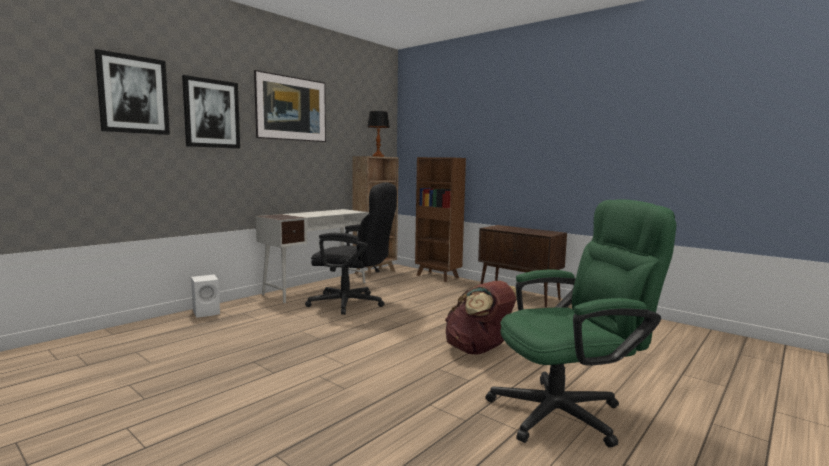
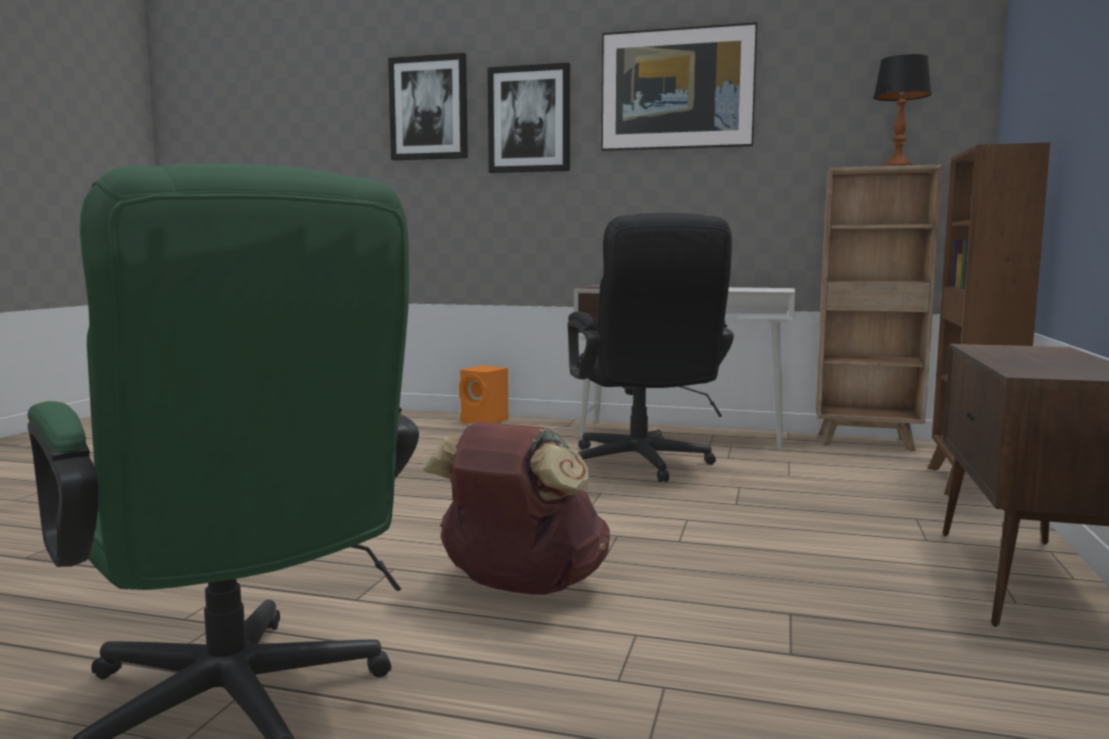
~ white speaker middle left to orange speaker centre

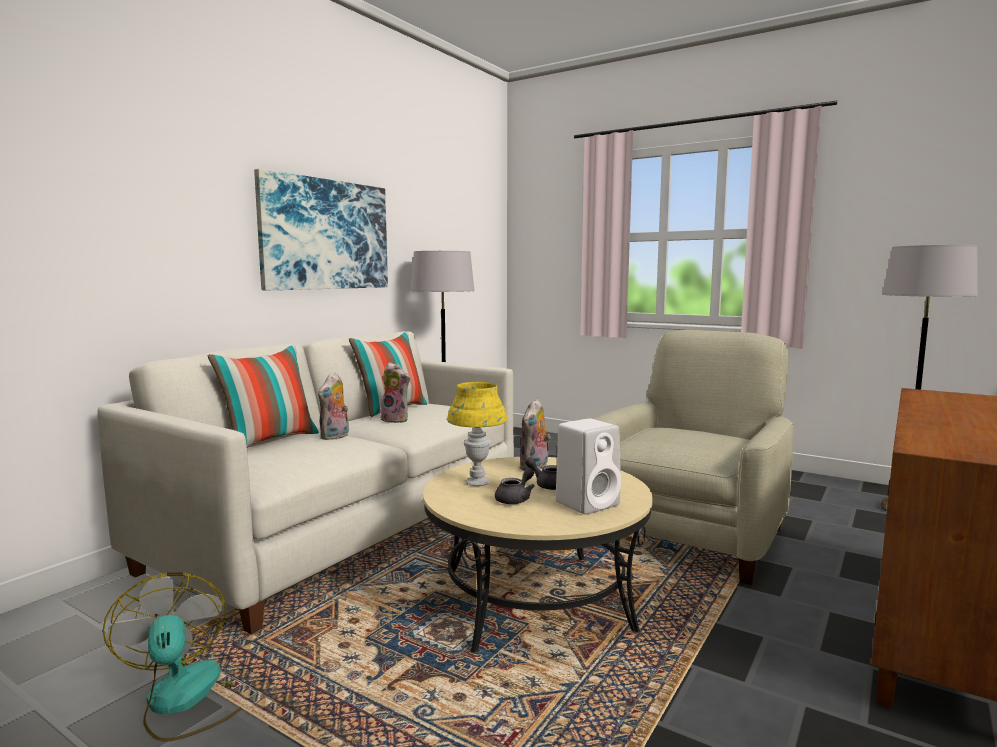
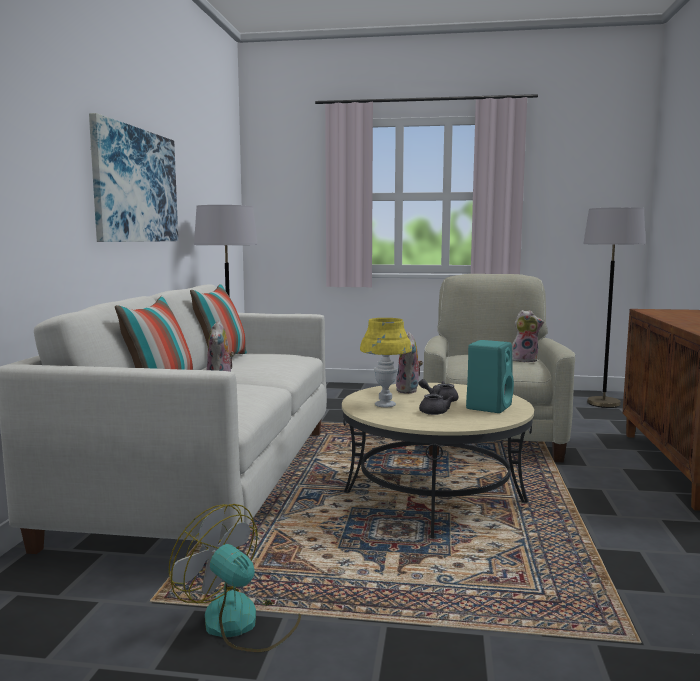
~ plush toy (2nd from left in the first image) centre to plush toy (3rd from left) middle right
~ white speaker centre to turquoise speaker middle right

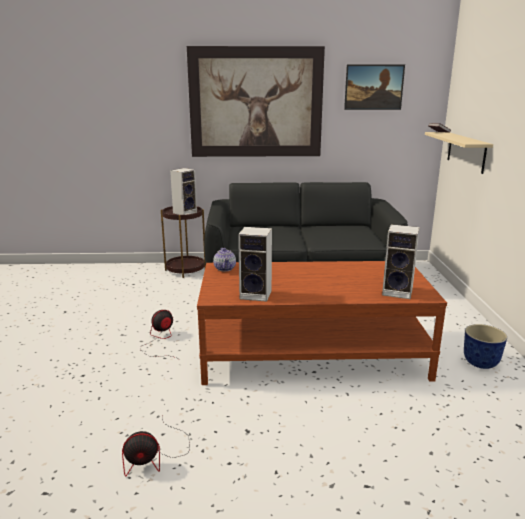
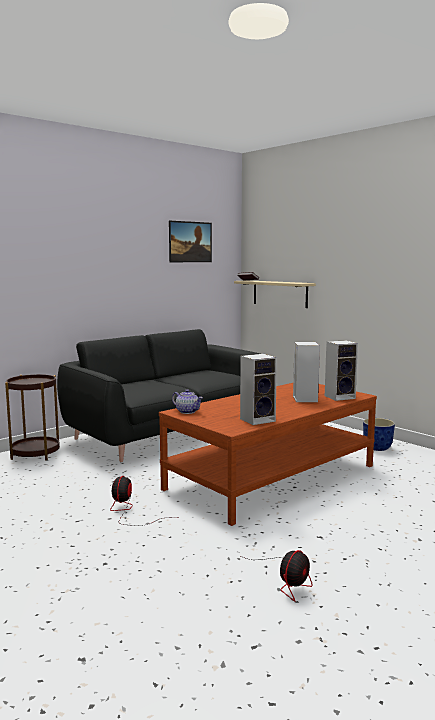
- picture (1st from left) top centre
~ speaker (1st from left in the first image) centre to speaker (2nd from left) middle right

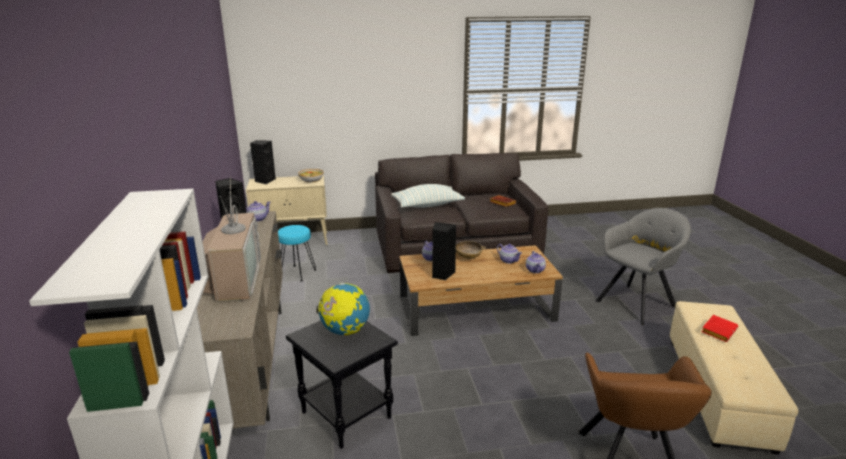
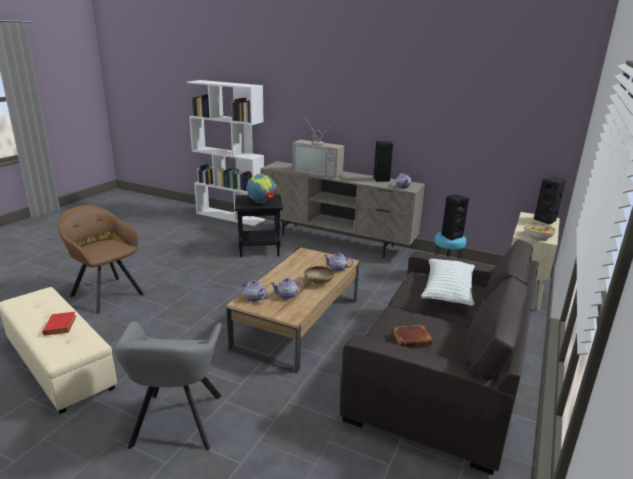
~ black speaker (3rd from left in the first image) centre to black speaker (2nd from left) middle right

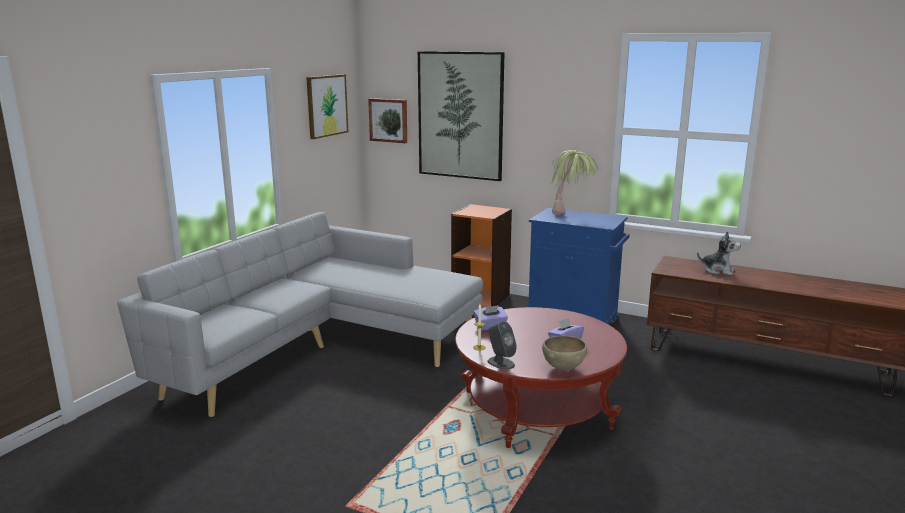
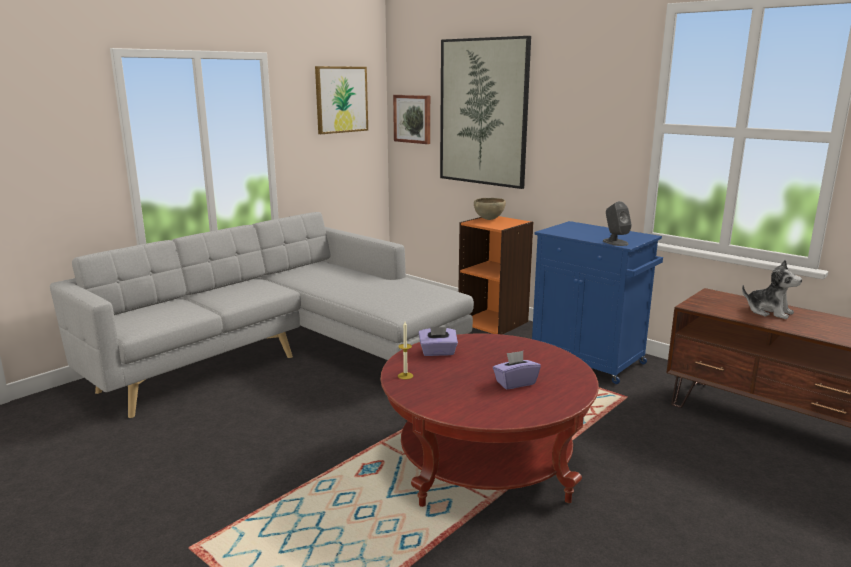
- potted plant centre
~ grey speaker bottom centre to middle right
~ brown bowl bottom centre to centre

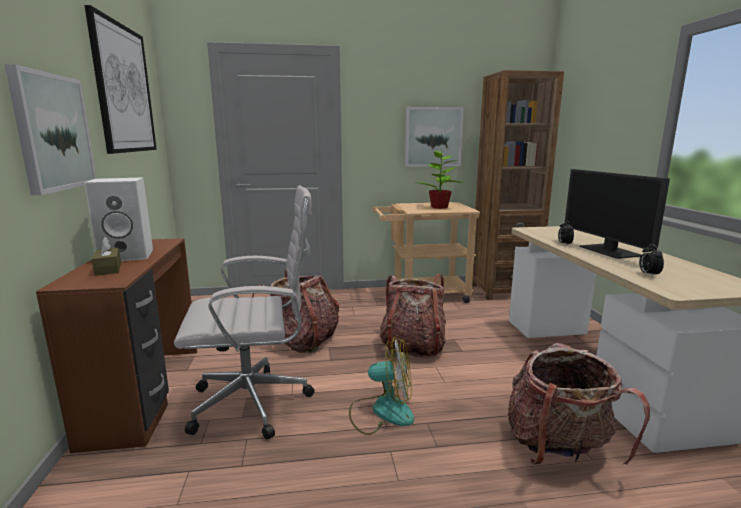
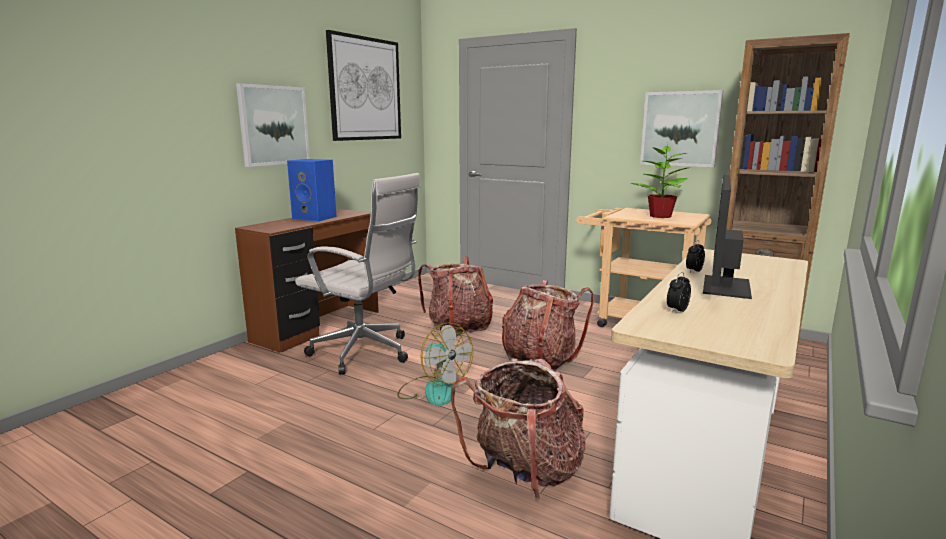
- brown tissue box middle left
~ white speaker middle left to blue speaker middle left

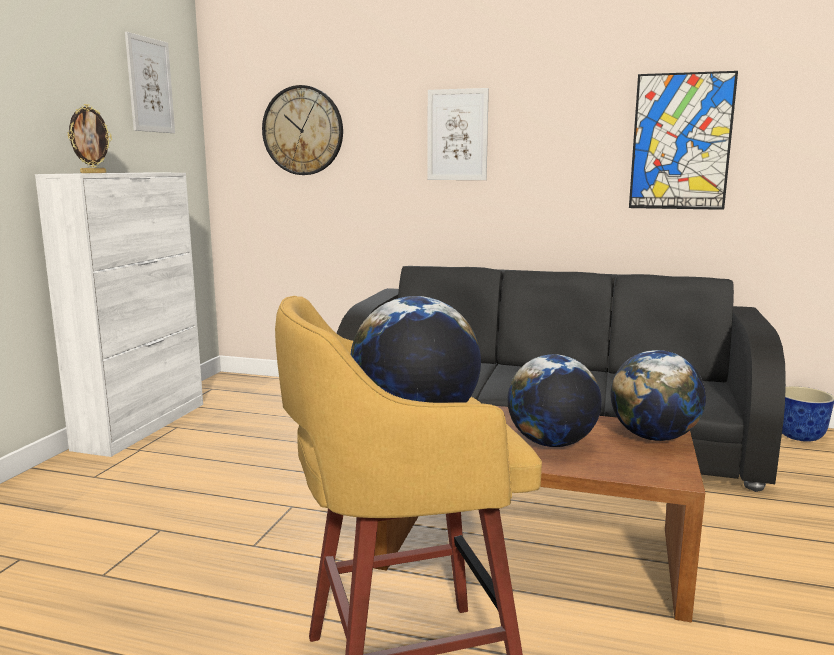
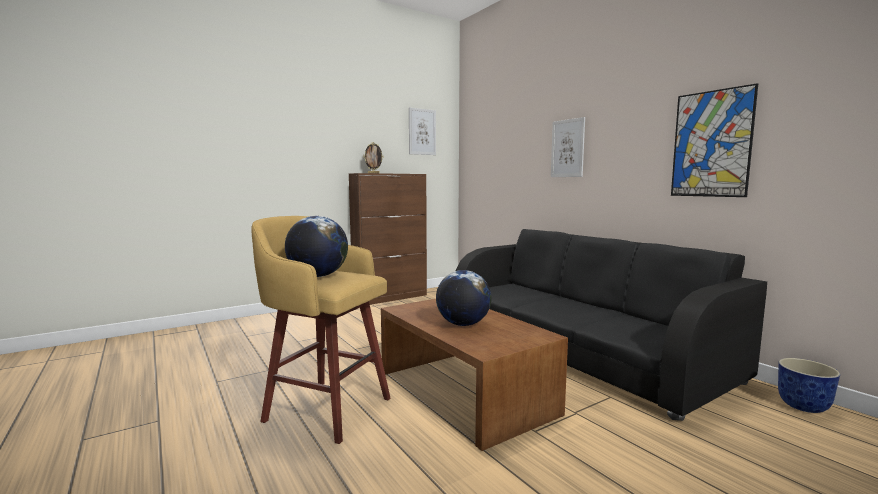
- wall clock top centre
- globe (3rd from left) middle right
~ white cabinet middle left to brown cabinet centre

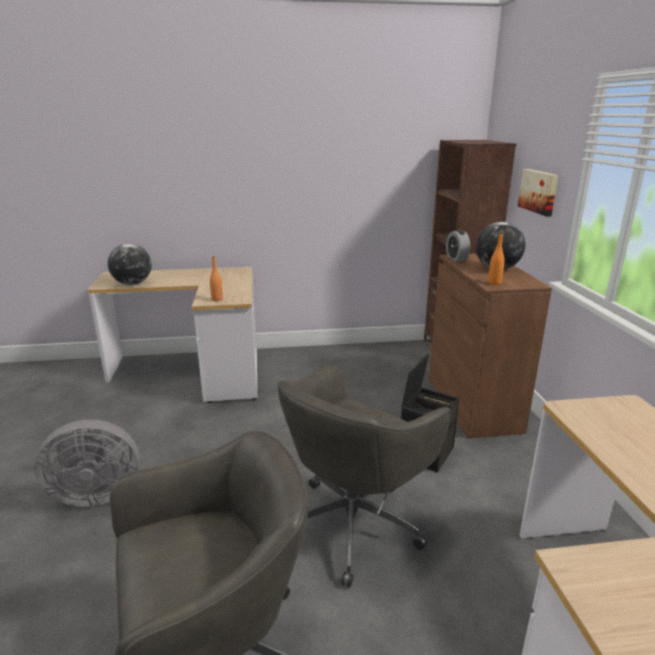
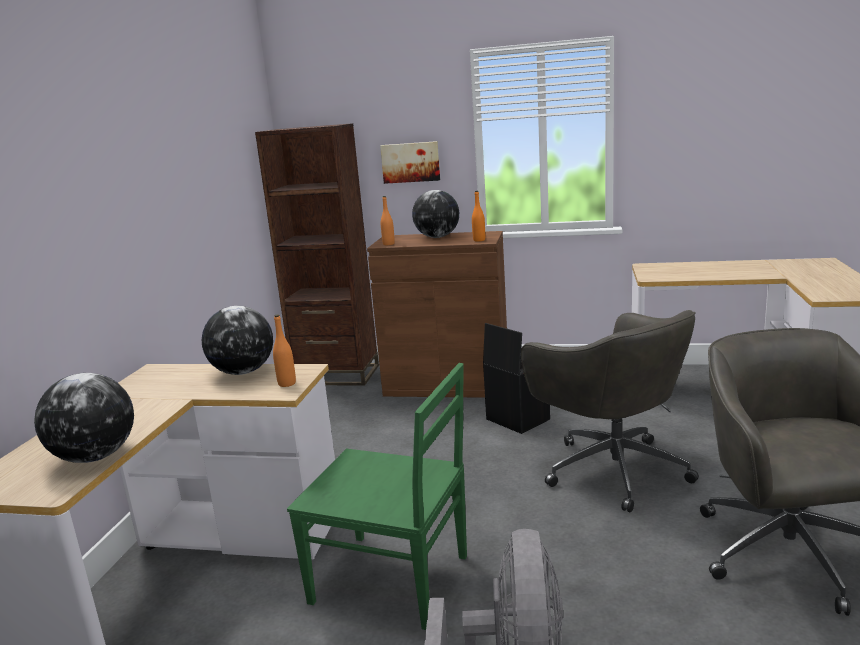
+ globe (2nd from left) middle left
+ green chair bottom centre
~ alarm clock middle right to orange bottle (2nd from left) centre

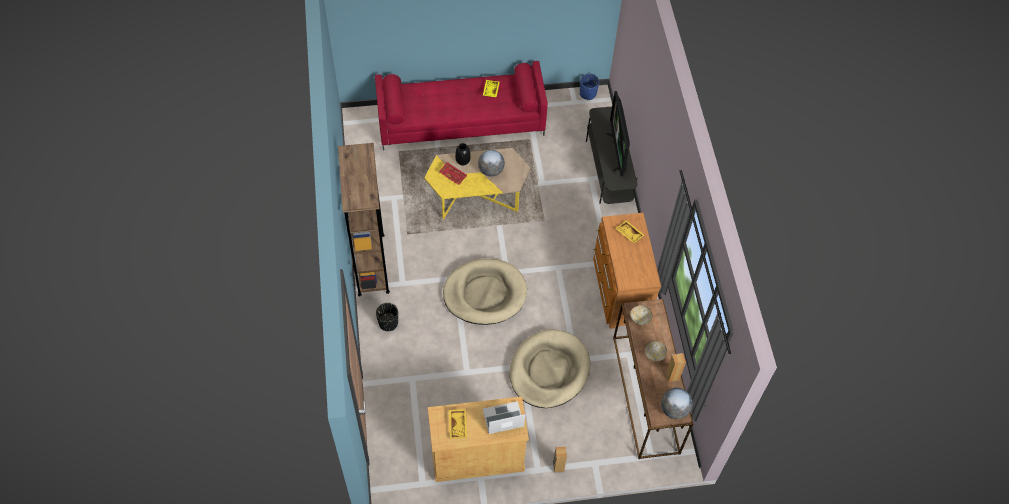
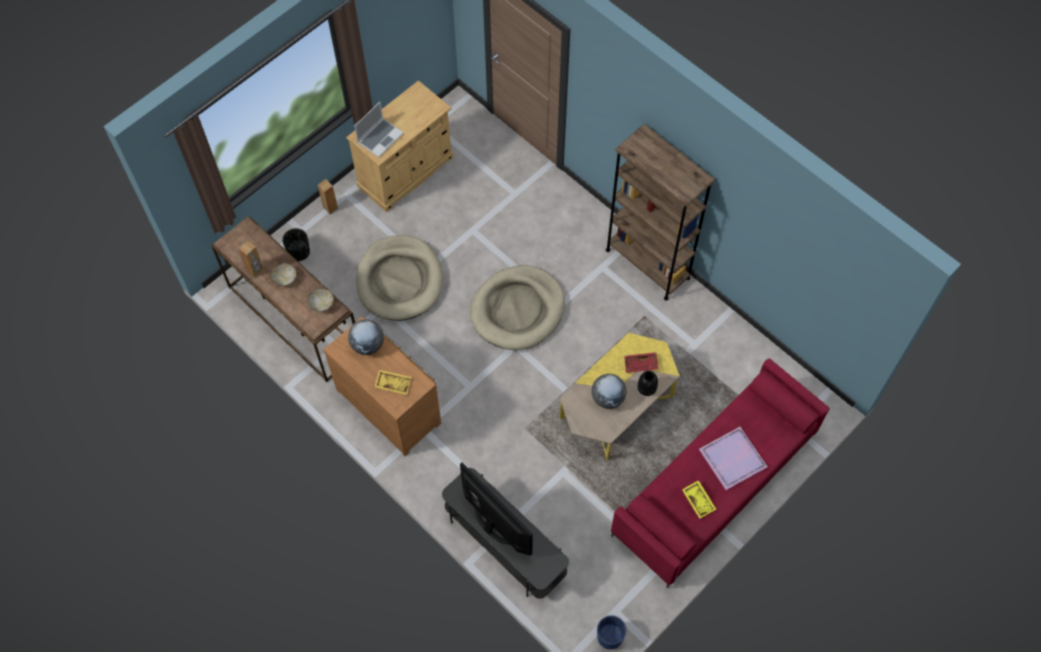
- yellow tray (1st from left) bottom centre
+ purple tray bottom right
~ black planter centre to middle left
~ globe (2nd from left in the first image) bottom right to globe (1st from left) centre

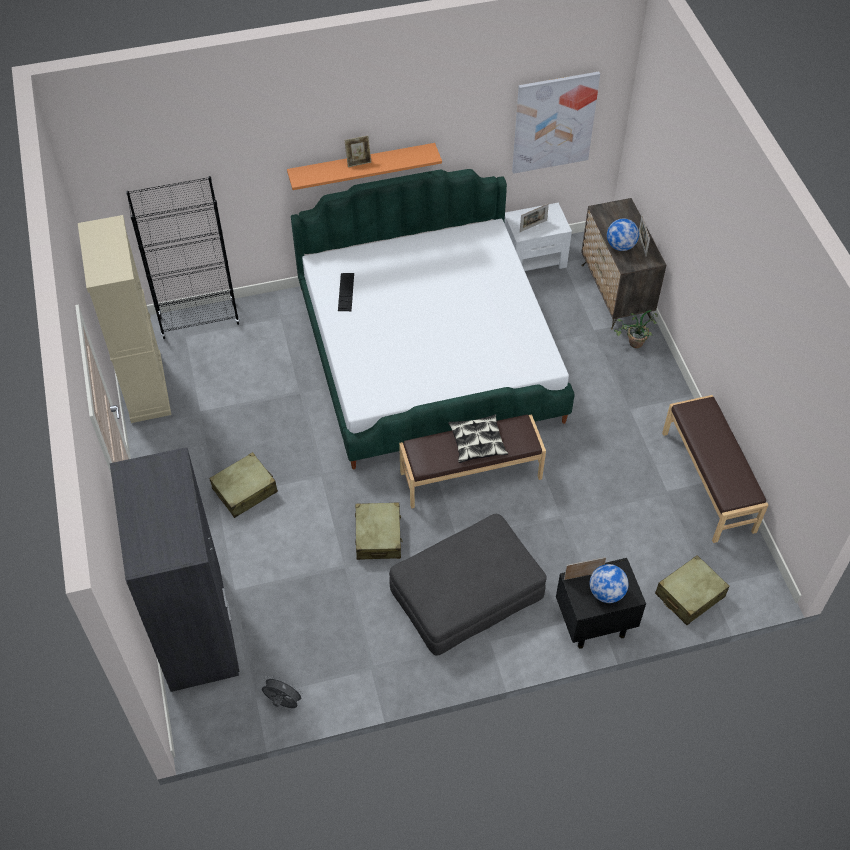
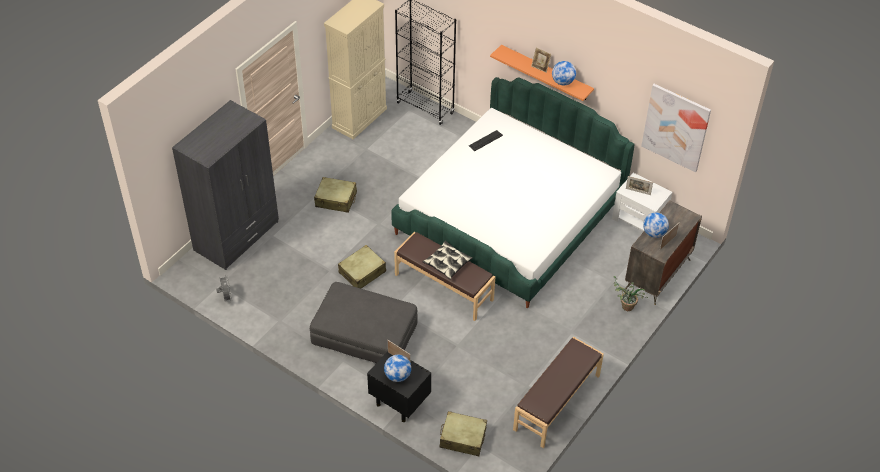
+ globe (2nd from left) top centre

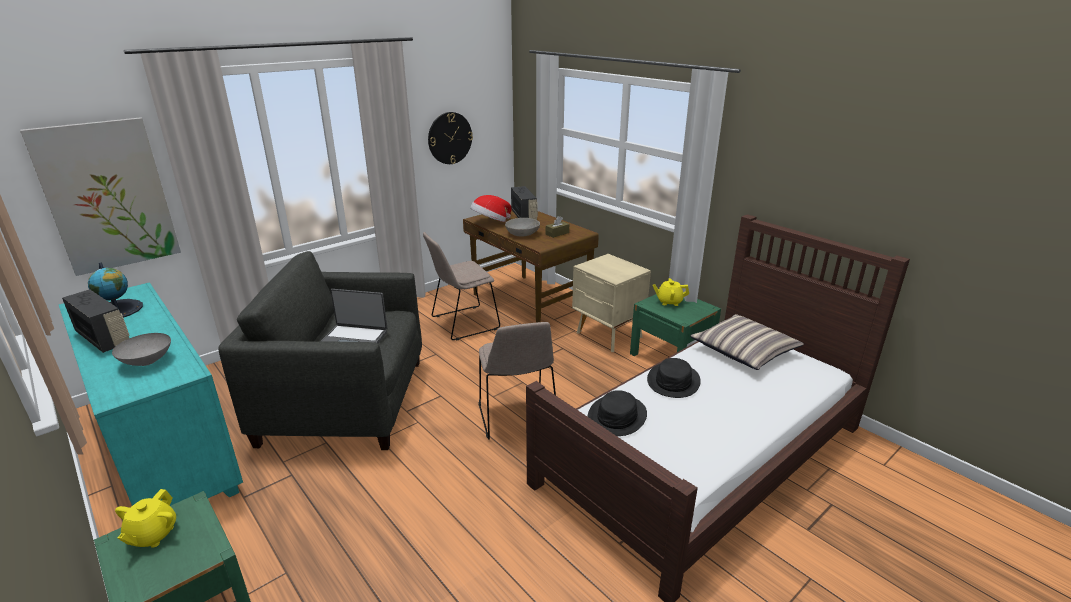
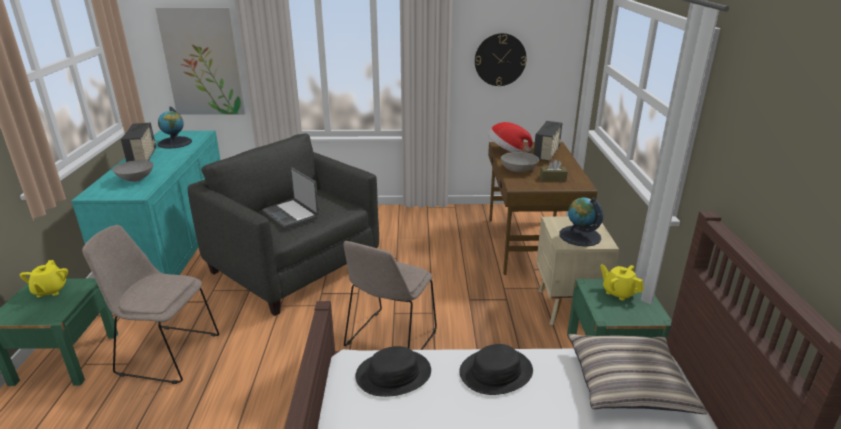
+ globe (2nd from left) middle right
~ beige chair (1st from left) centre to bottom left
~ yellow teapot (1st from left) bottom left = middle left 60 degrees counterclockwise

